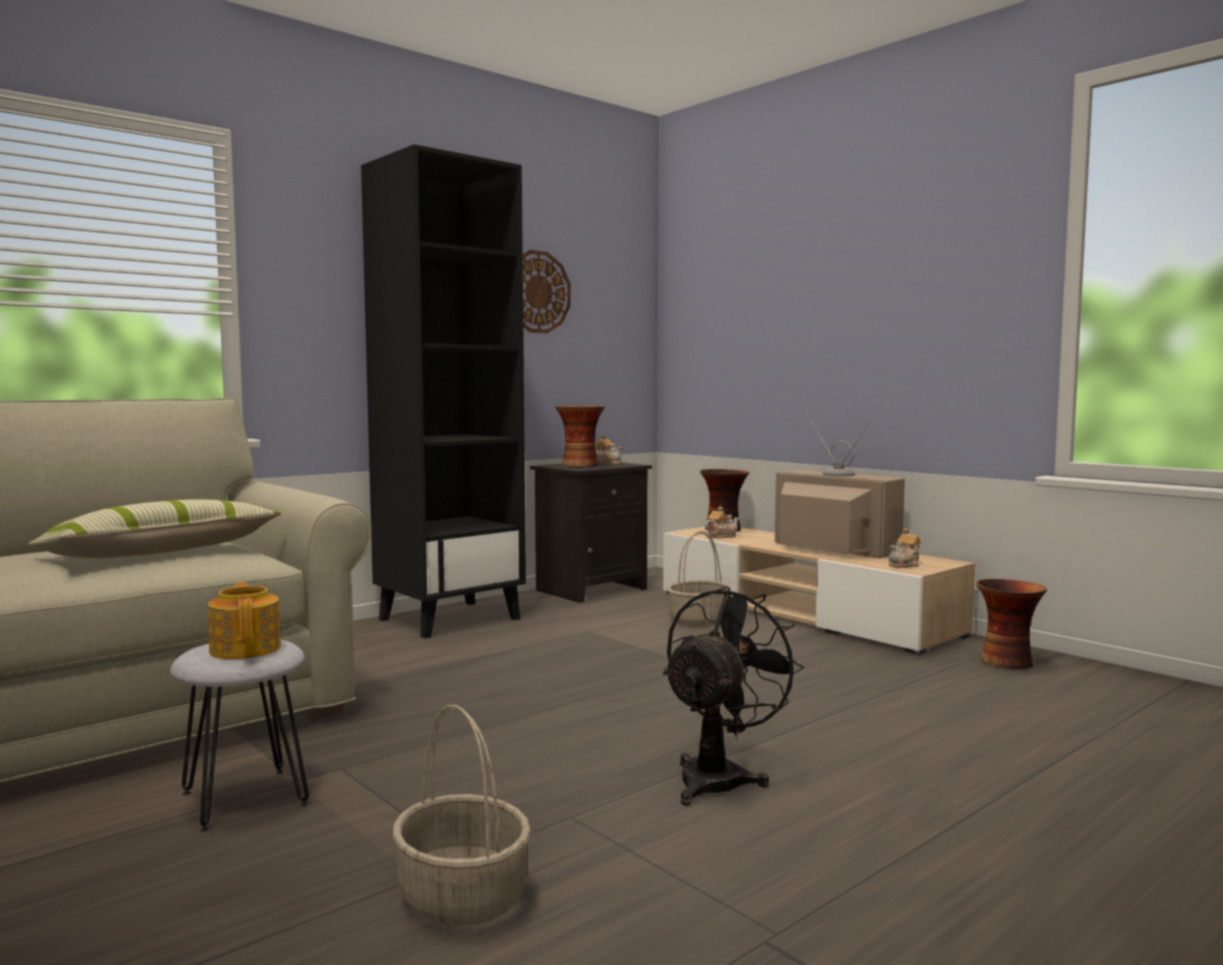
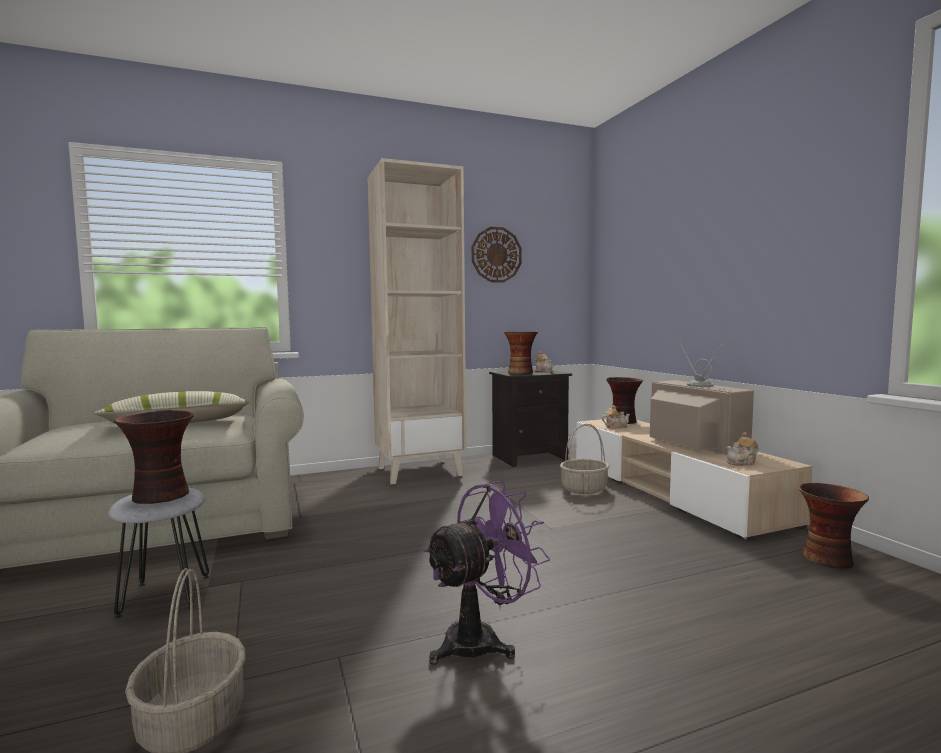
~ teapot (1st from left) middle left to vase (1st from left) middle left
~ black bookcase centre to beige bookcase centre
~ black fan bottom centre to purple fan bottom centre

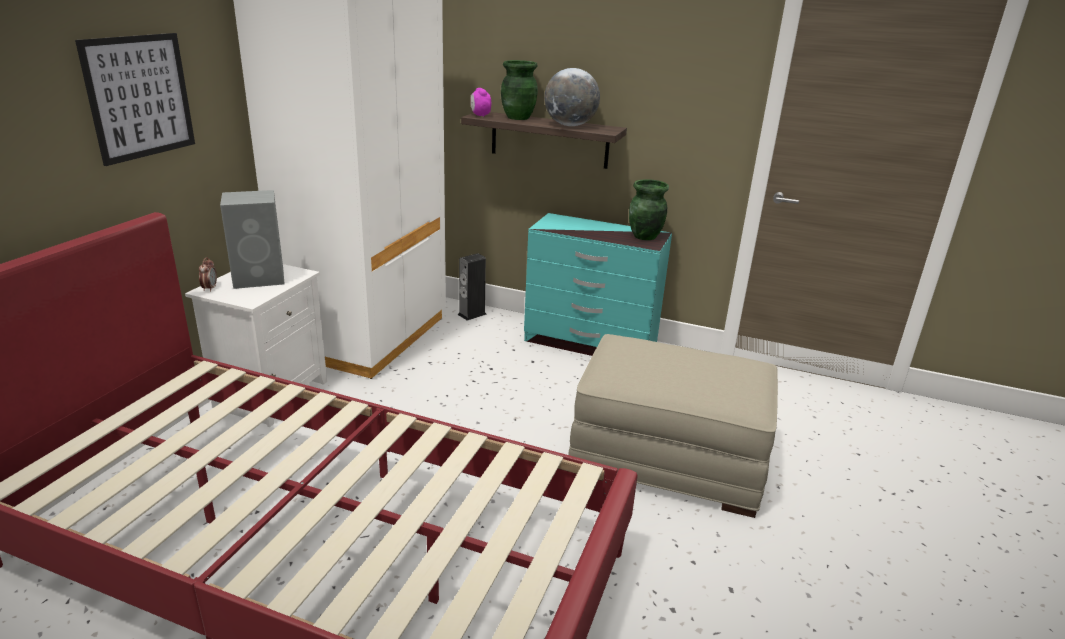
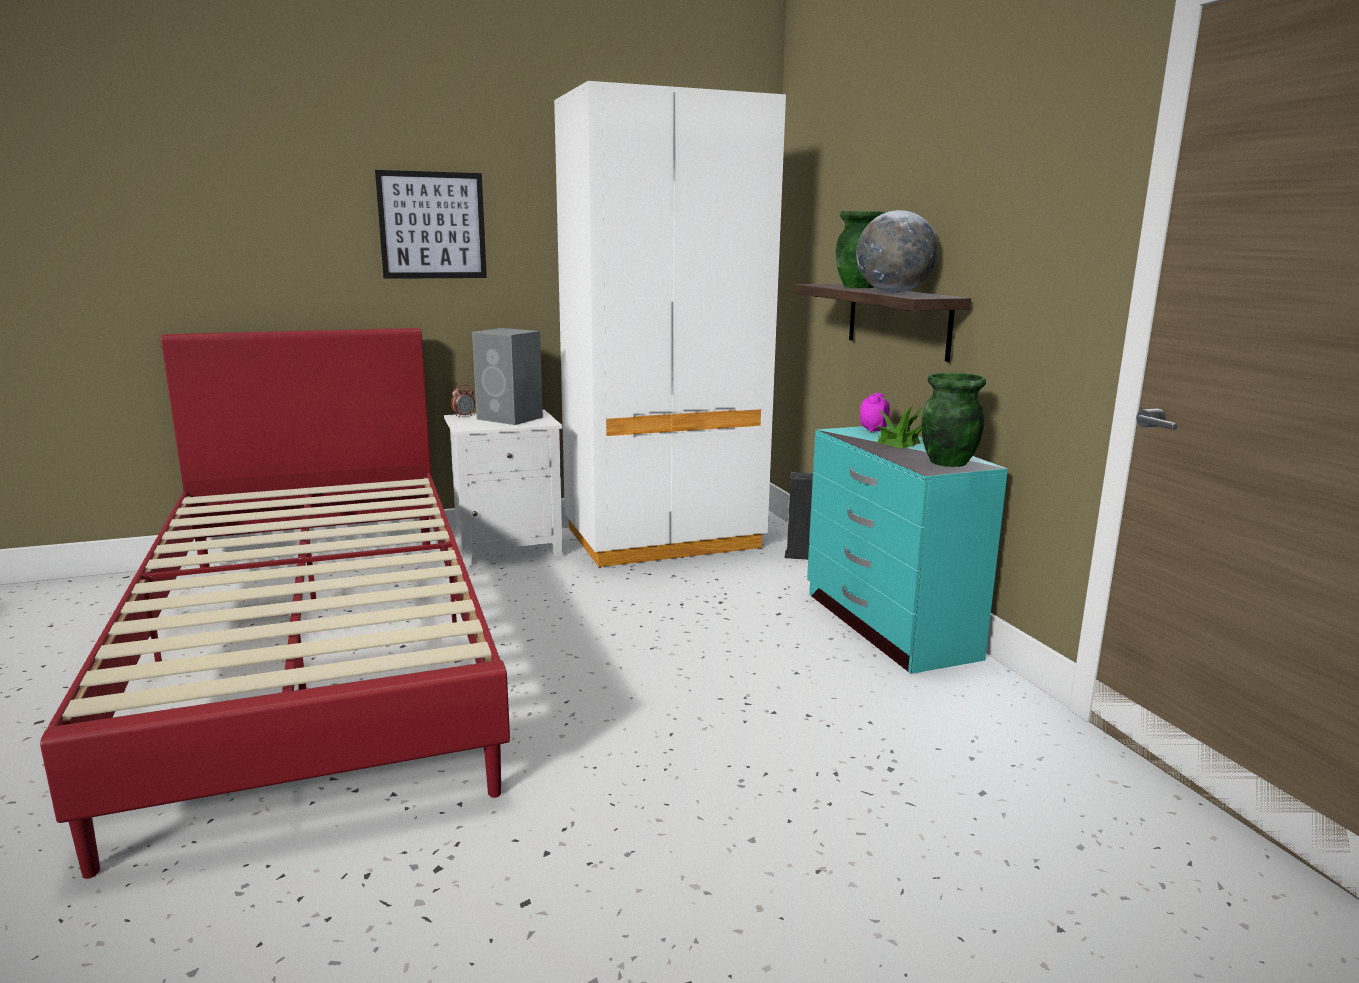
- beige ottoman bottom centre
+ potted plant centre
~ alarm clock (2nd from left) top centre to centre

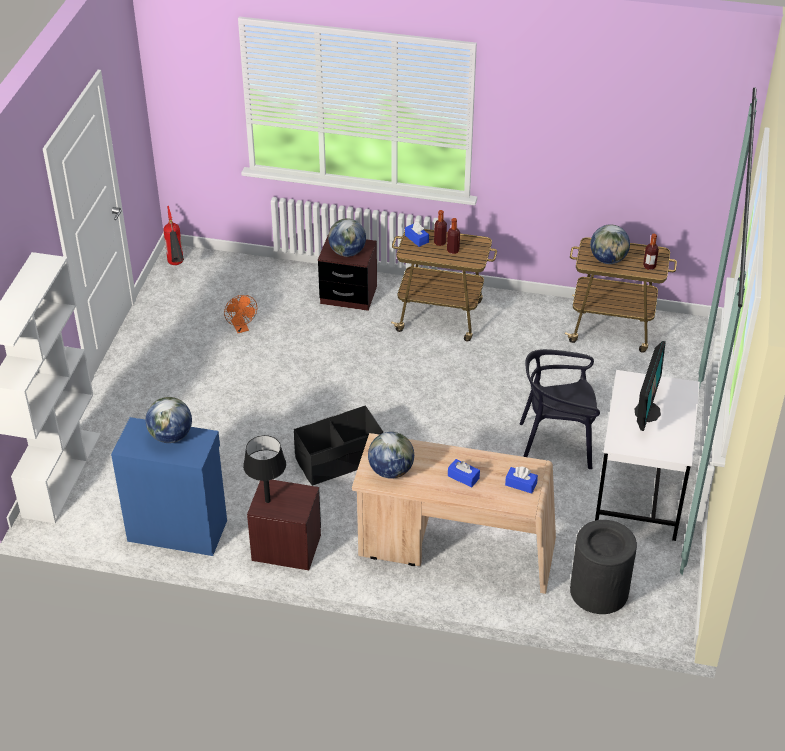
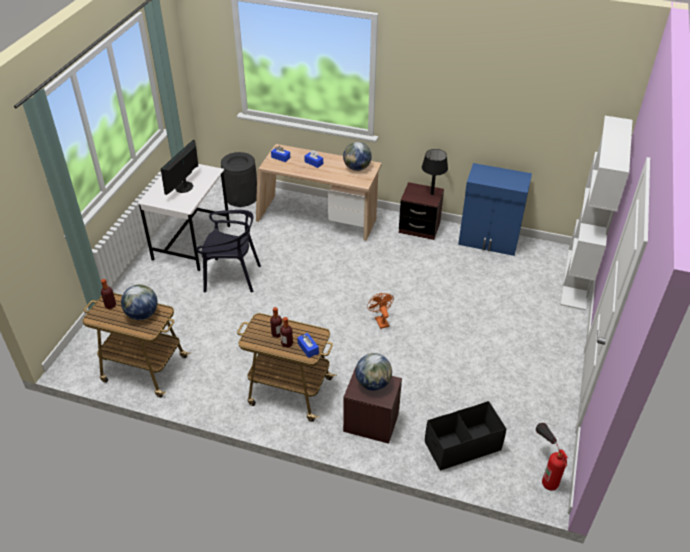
- globe (1st from left) middle left
~ orange fan middle left to centre
~ black storage box centre to bottom right

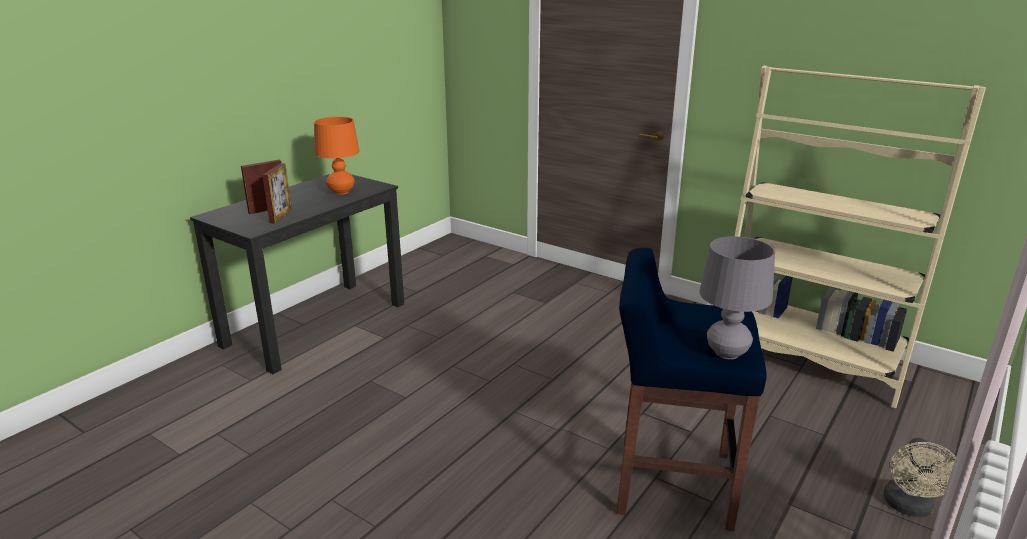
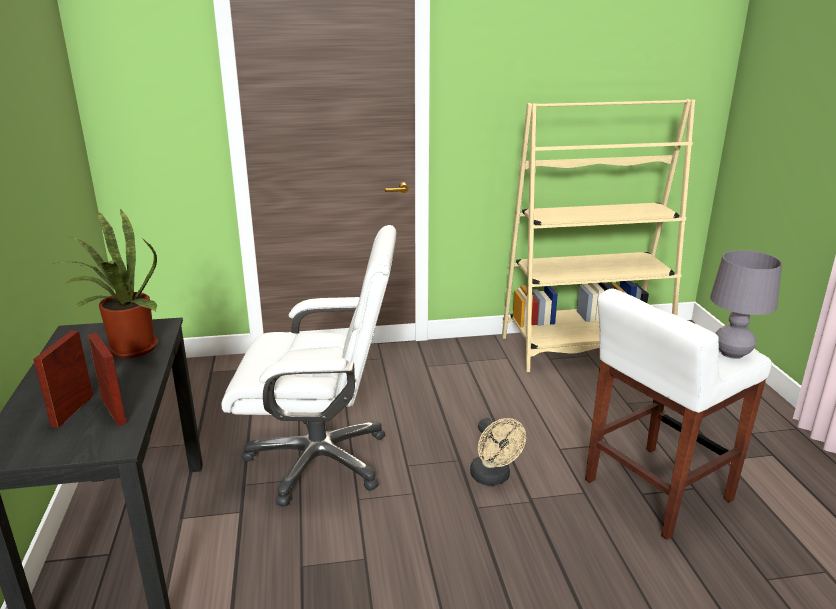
+ white office chair centre
~ beige fan bottom right to bottom centre
~ orange table lamp top left to potted plant middle left
~ blue stool bottom right to white stool bottom right

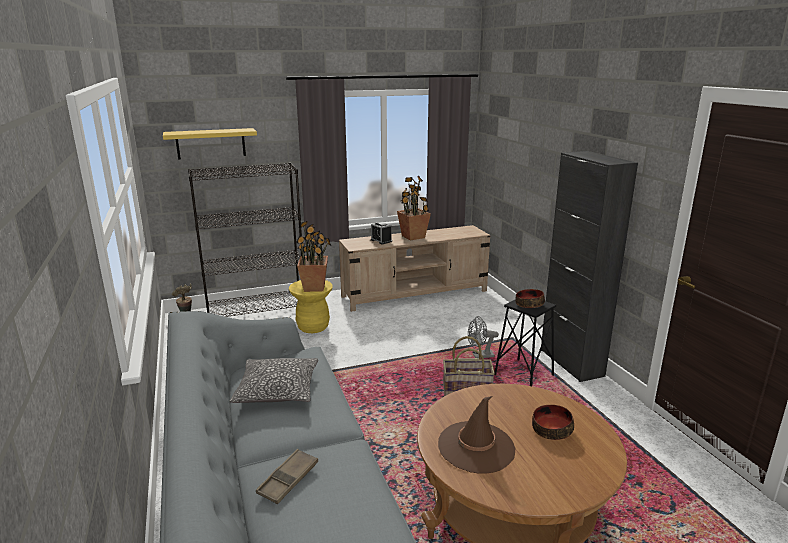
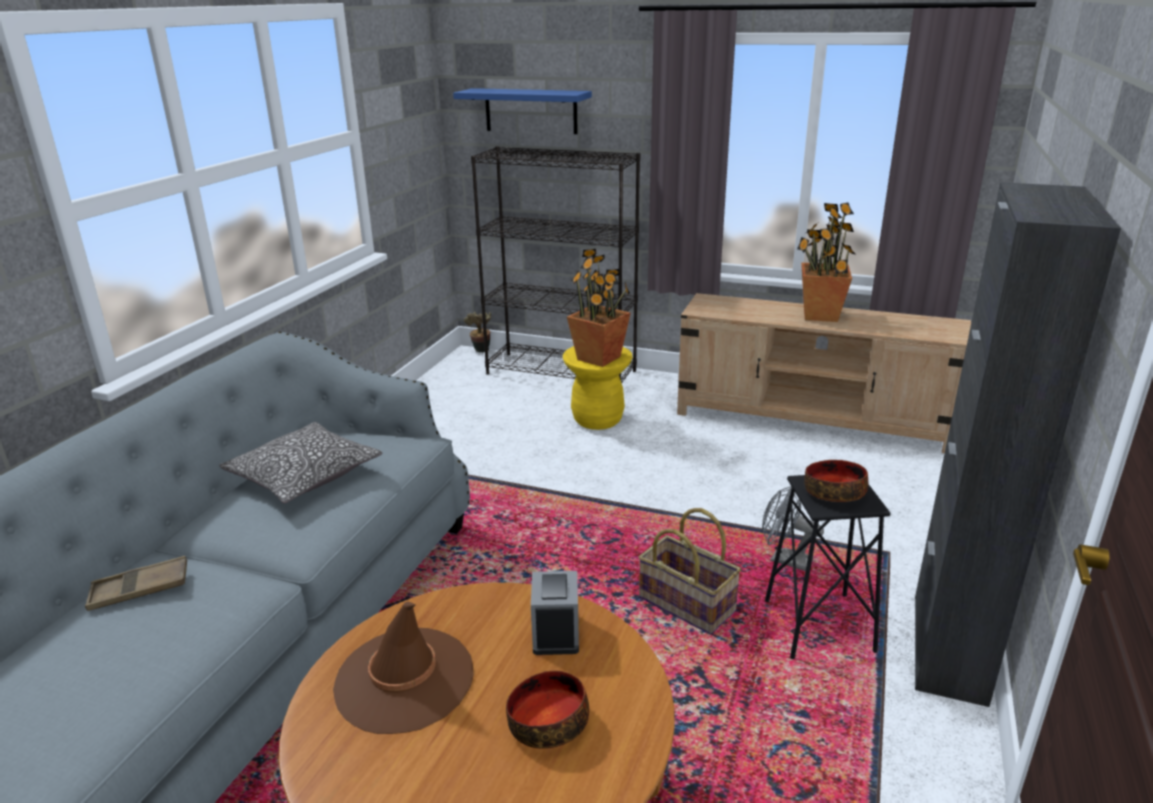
~ alarm clock centre to bottom centre
~ yellow shelf top left to blue shelf top centre

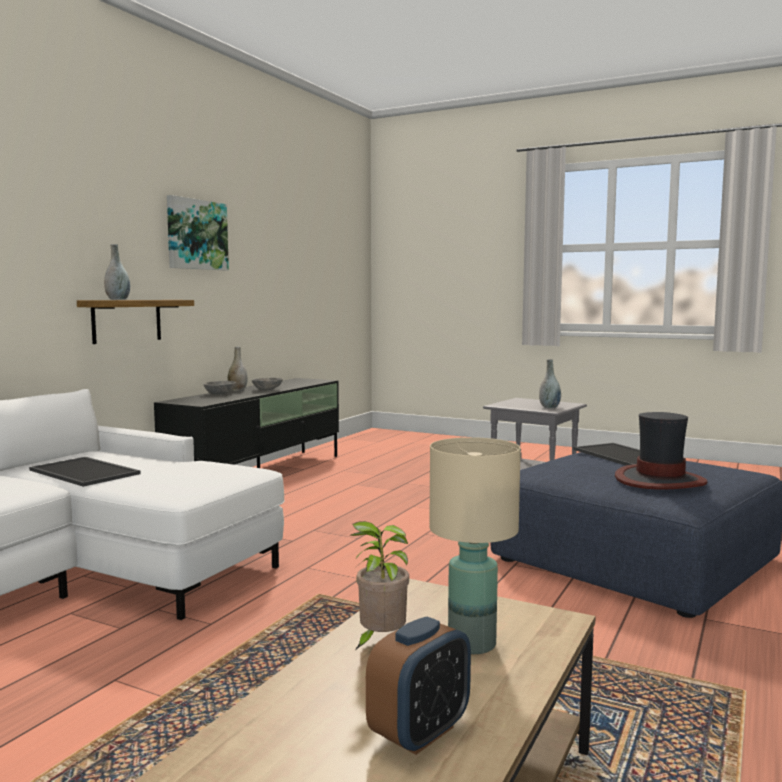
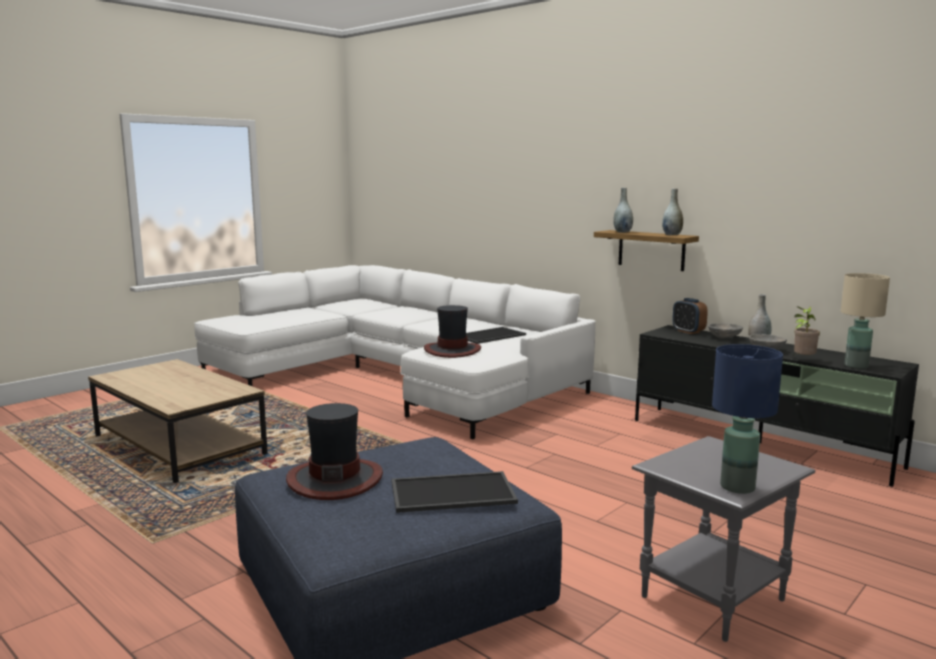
- picture top left
+ hat (2nd from left) centre
+ blue table lamp middle right
~ potted plant bottom centre to middle right
~ alarm clock bottom centre to middle right
~ beige table lamp bottom centre to middle right
~ grey vase (3rd from left in the first image) middle right to grey vase (2nd from left) top right

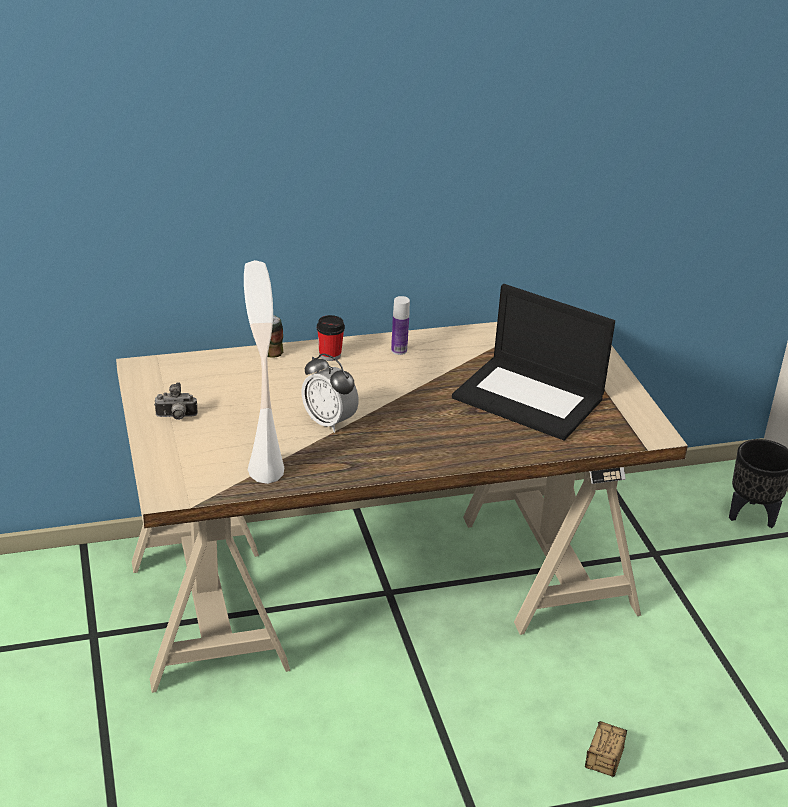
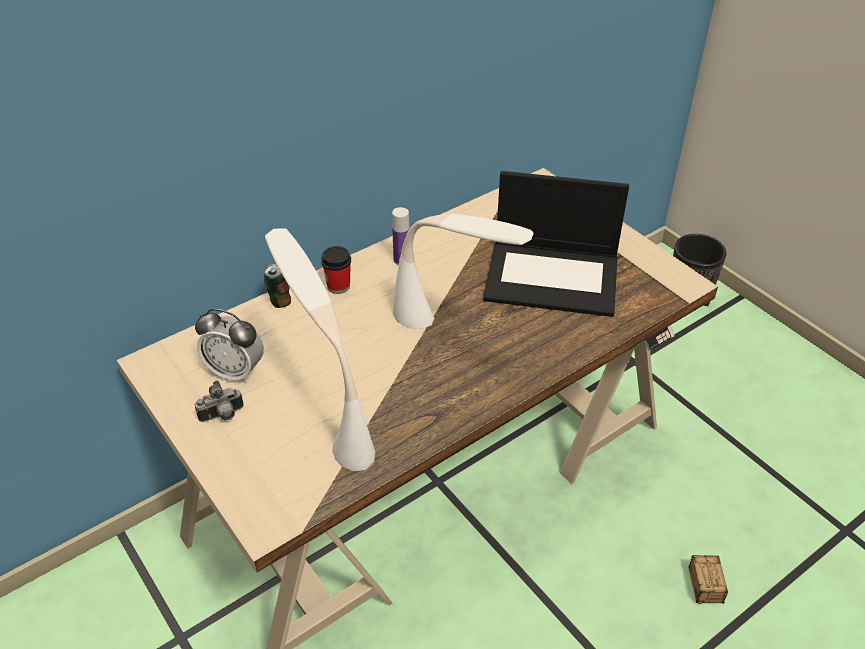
+ white table lamp (2nd from left) centre
~ alarm clock centre to middle left

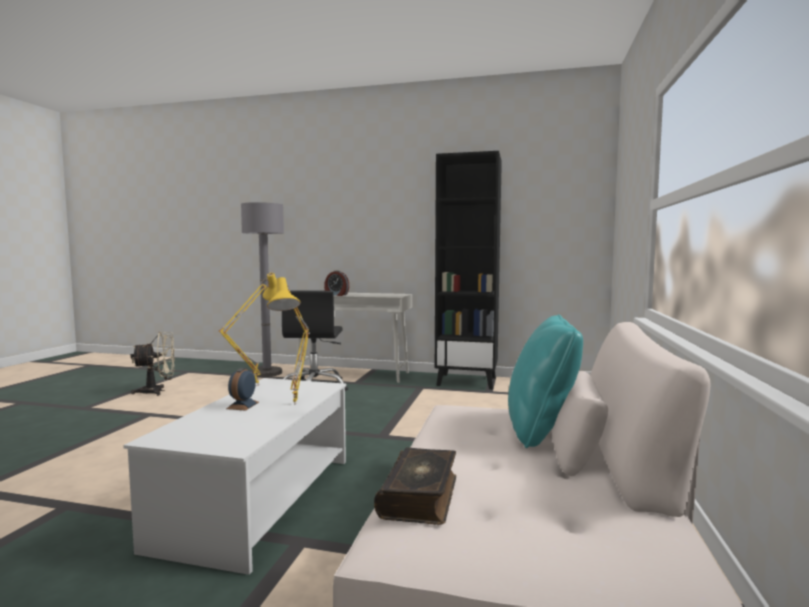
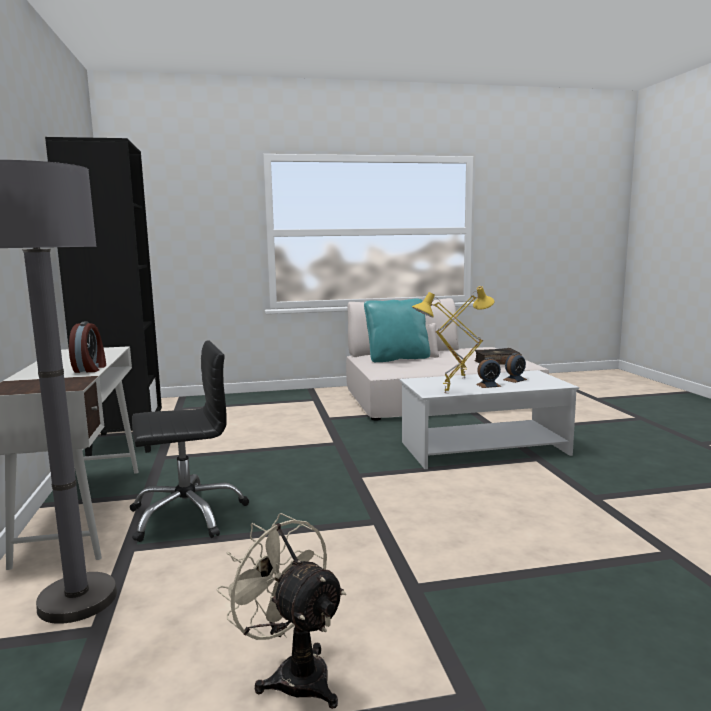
+ alarm clock (3rd from left) middle right

